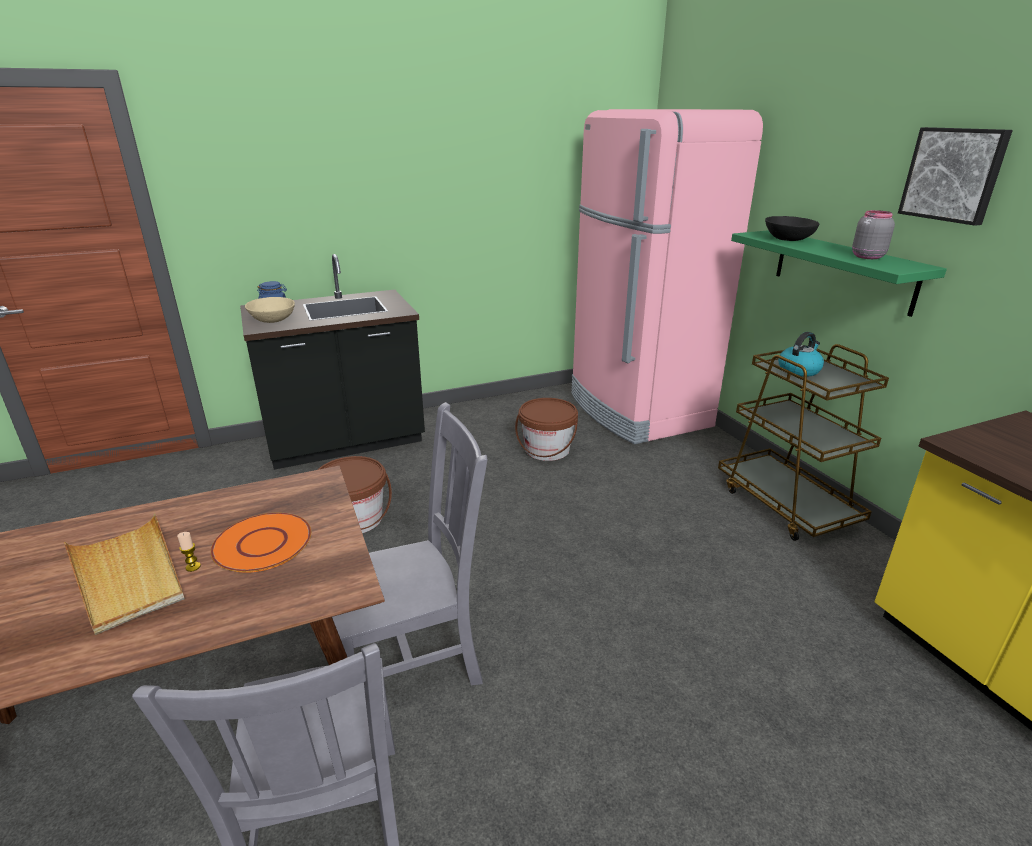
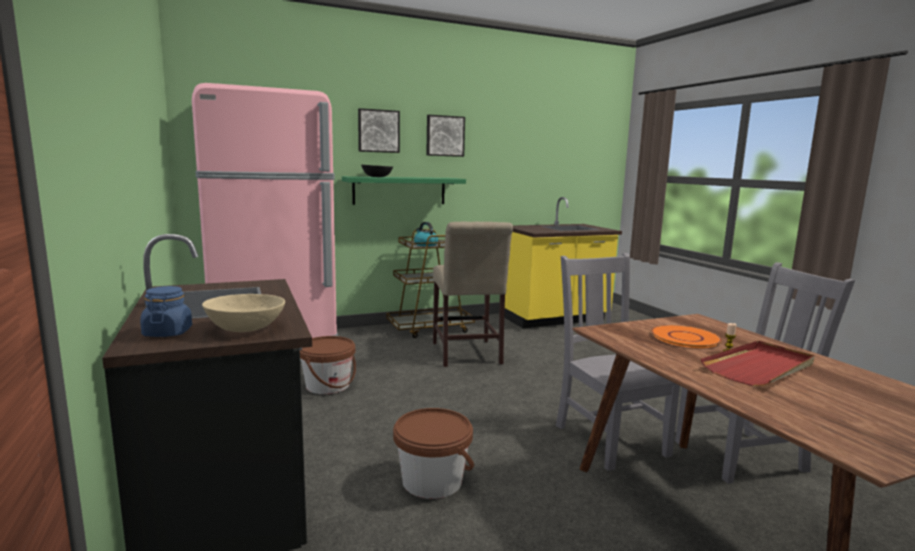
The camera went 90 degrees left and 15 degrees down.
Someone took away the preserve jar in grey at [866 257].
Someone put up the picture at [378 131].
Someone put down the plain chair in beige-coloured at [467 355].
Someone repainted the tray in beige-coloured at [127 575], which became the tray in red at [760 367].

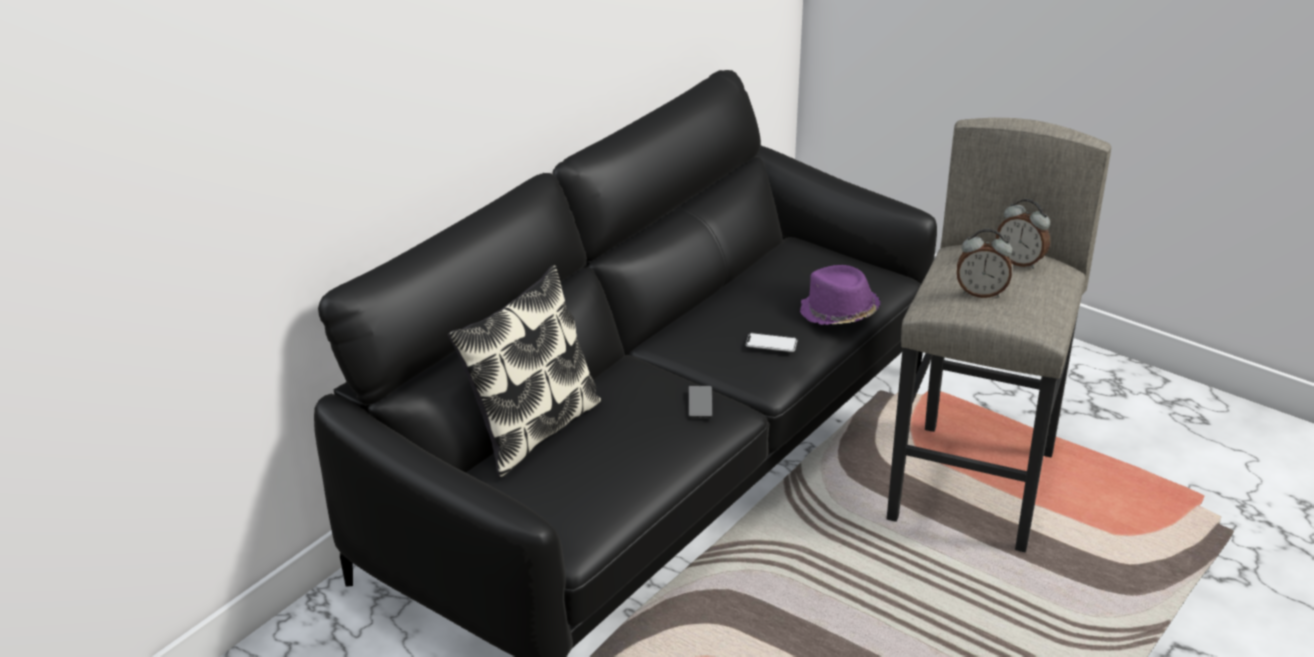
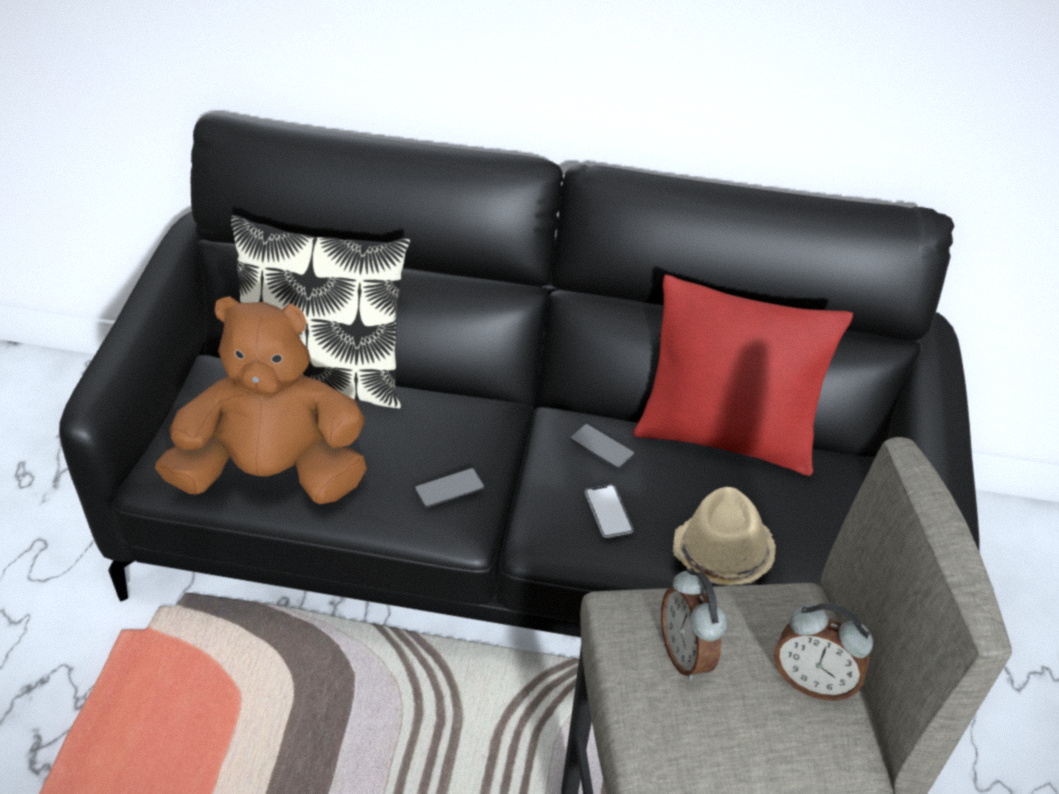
The camera went 60 degrees right and 10 degrees up.
Someone put down the plush toy in brown-coloured at [273 476].
Someone put down the handset at [601 447].
Someone put down the pillow in red at [724 439].
Someone repainted the clothing hat in purplish at [838 313], which became the clothing hat in beige-coloured at [721 554].
Someone rotated the bedside clock at [1020 262] by 75 degrees counterclockwise.

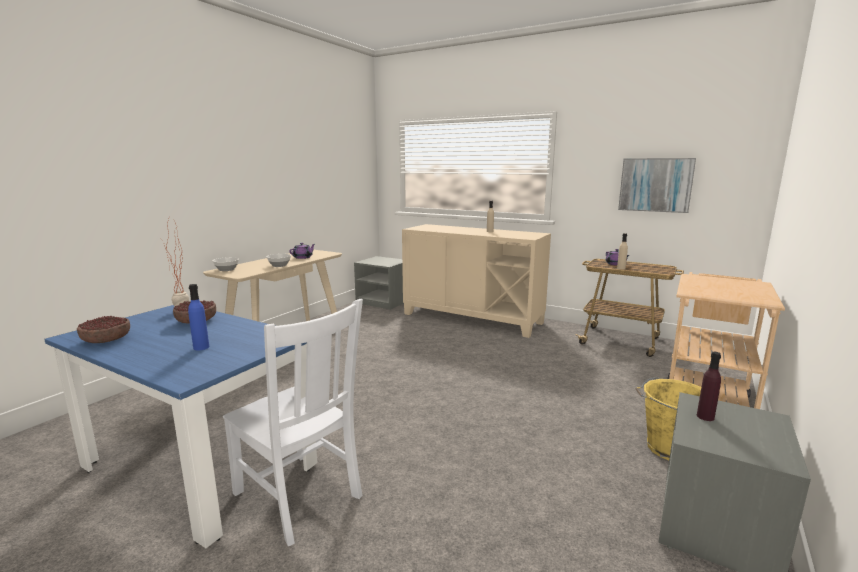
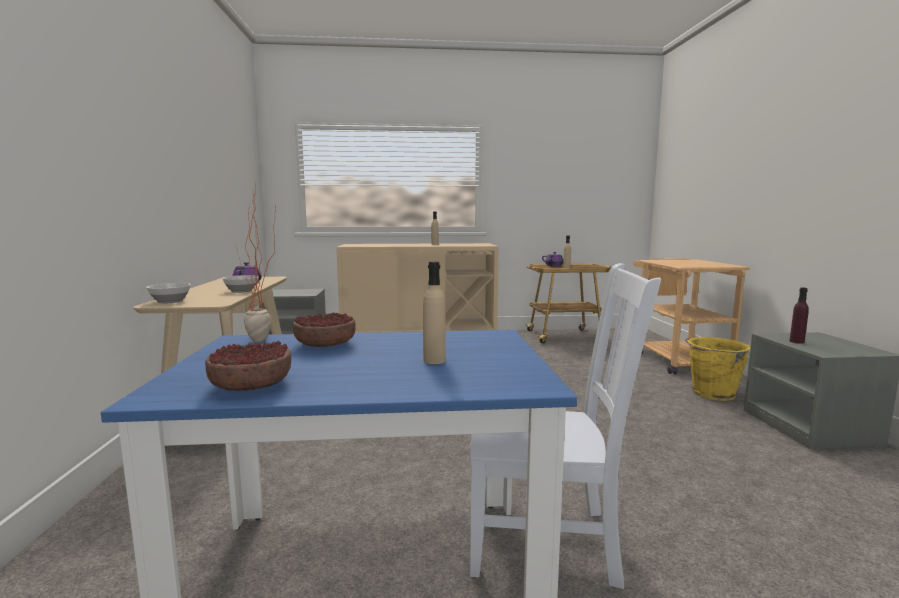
The camera went 35 degrees left and 5 degrees down.
Someone took away the picture at [655 185].
Someone repainted the drink bottle in bluish at [201 347], which became the drink bottle in beige-coloured at [434 360].

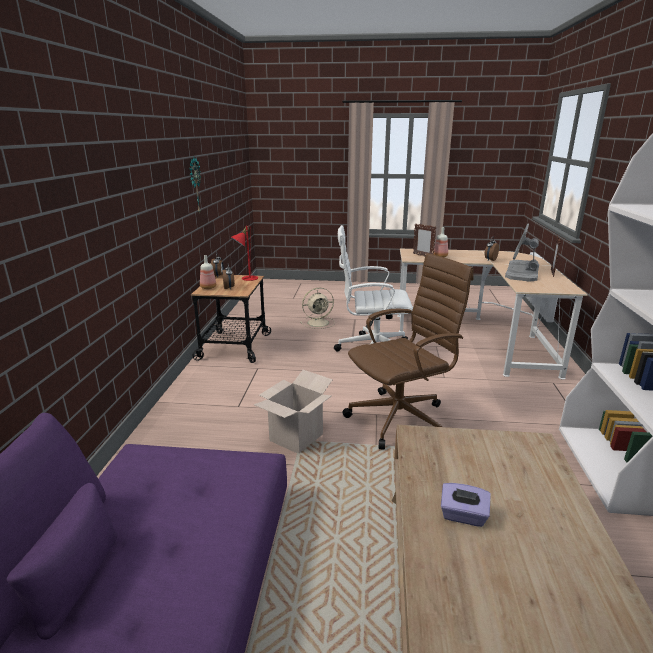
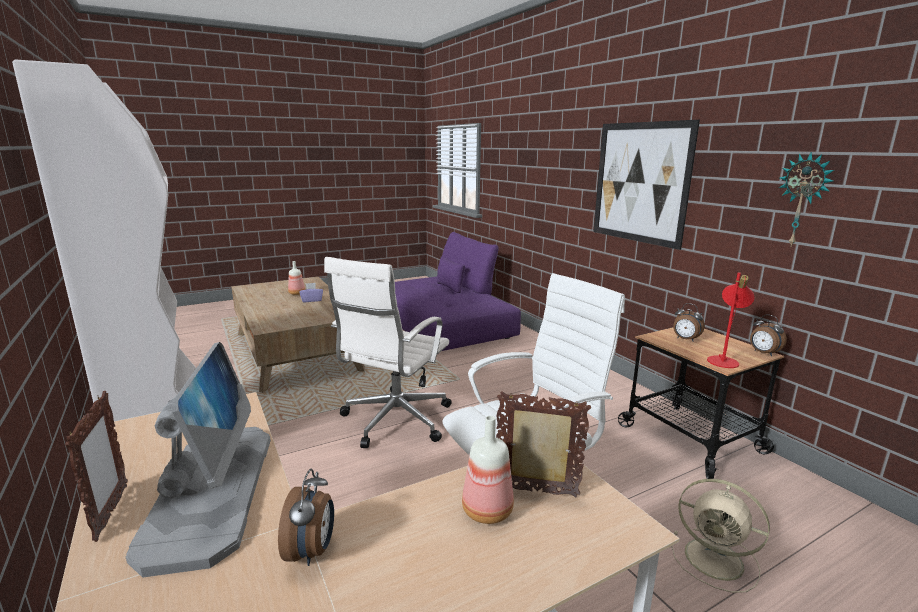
The camera went 145 degrees right and 5 degrees down.
Someone took away the cardboard box at [296 437].
Someone put up the picture at [640 183].
Someone carried the drink bottle from [207 287] to [297 293].
Someone repainted the office chair in brown-coloured at [401 418], which became the office chair in white at [394 421].
Someone rotated the fan in beige-coloured at [319 322] by 90 degrees counterclockwise.

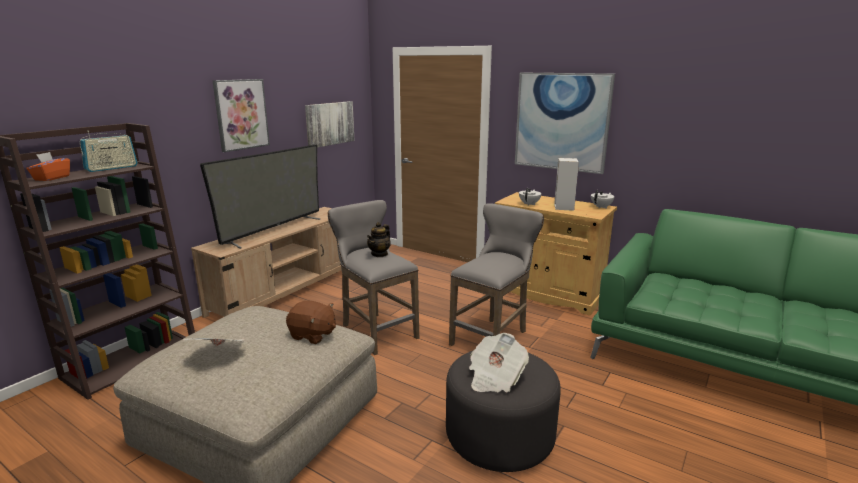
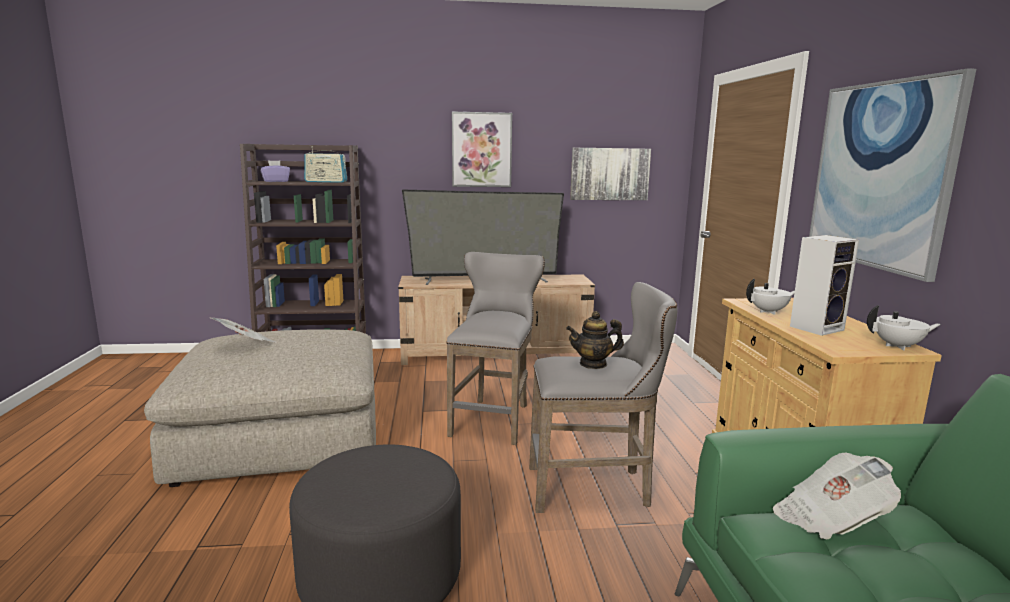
The camera went 50 degrees right and 5 degrees down.
Someone took away the plush toy in brown-coloured at [312 335].
Someone carried the teapot from [379 254] to [593 364].
Someone carried the printed paper from [495 377] to [829 518].
Someone repainted the tissue box in orange at [51 178], which became the tissue box in purplish at [276 181].

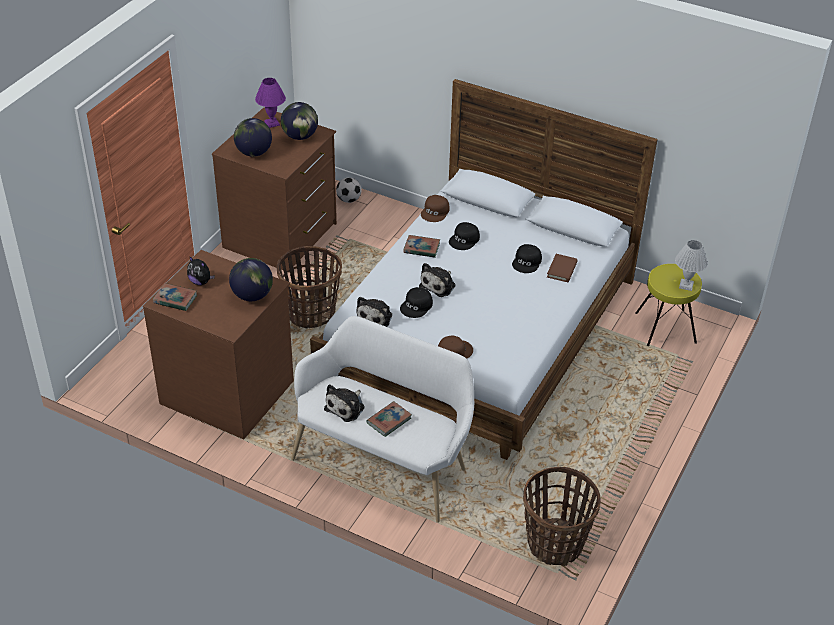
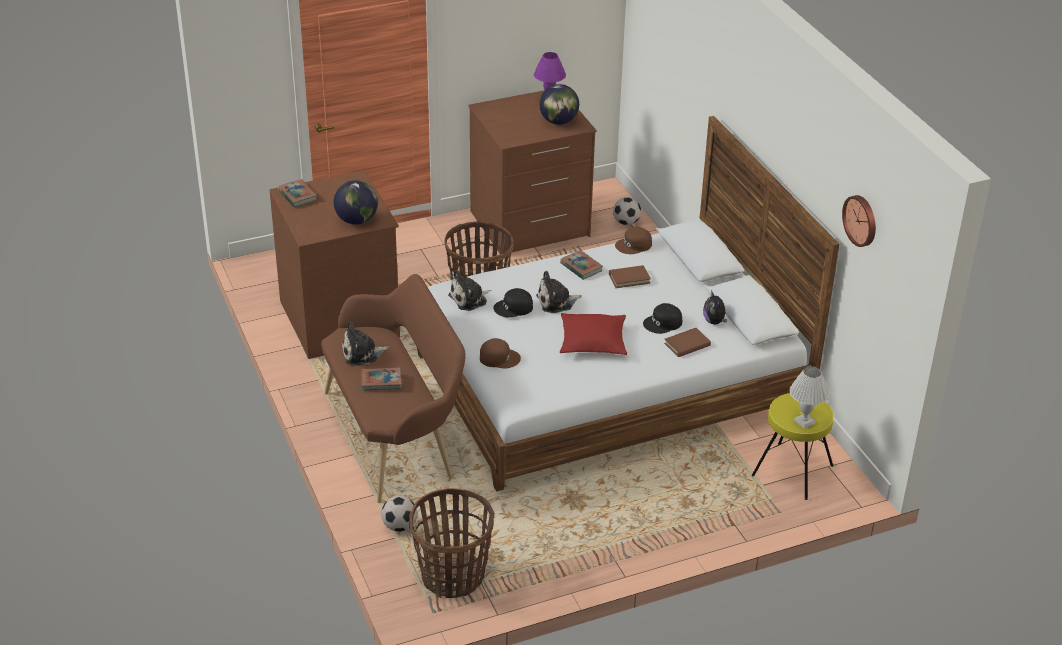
The camera went 40 degrees right and 5 degrees down.
Someone took away the world globe at [254 153].
Someone put down the ball for football at [399 526].
Someone put down the pillow in red at [593 341].
Someone put up the clock on the wall at [861 220].
Someone carried the plush toy from [200 282] to [714 321].
Someone swapped the baseball cap in blackish at [464 240] for the volume in brown-coloured at [629 278].
Someone repainted the bench in white at [385 461], which became the bench in brown-coloured at [395 435].

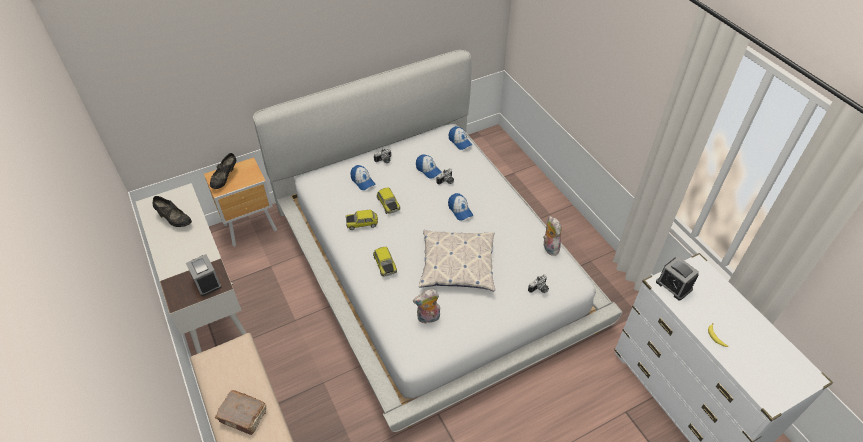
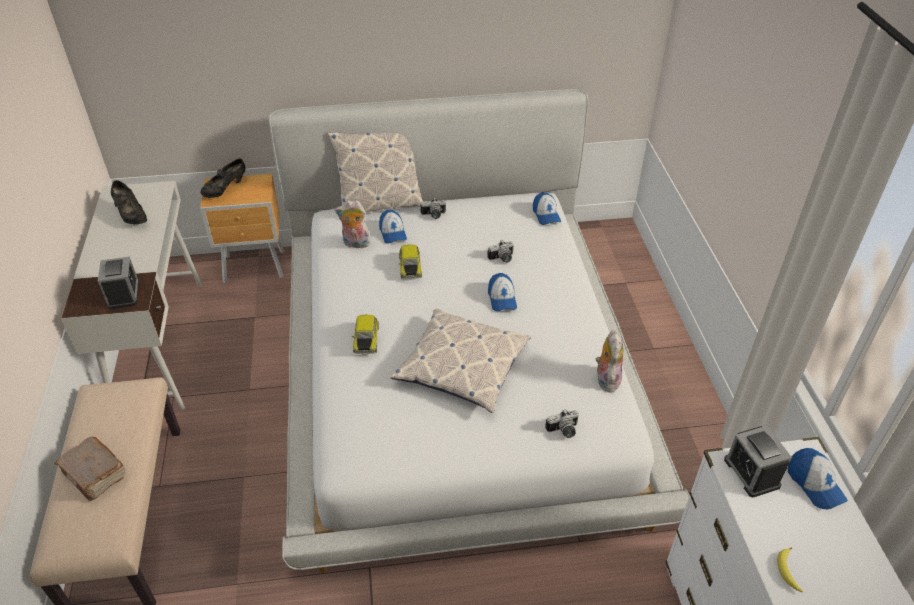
The camera went 20 degrees right and 5 degrees down.
Someone took away the toy car at [362 223].
Someone put down the pillow at [379 204].
Someone carried the plush toy from [428 318] to [355 244].
Someone carried the baseball cap from [428 170] to [814 484].

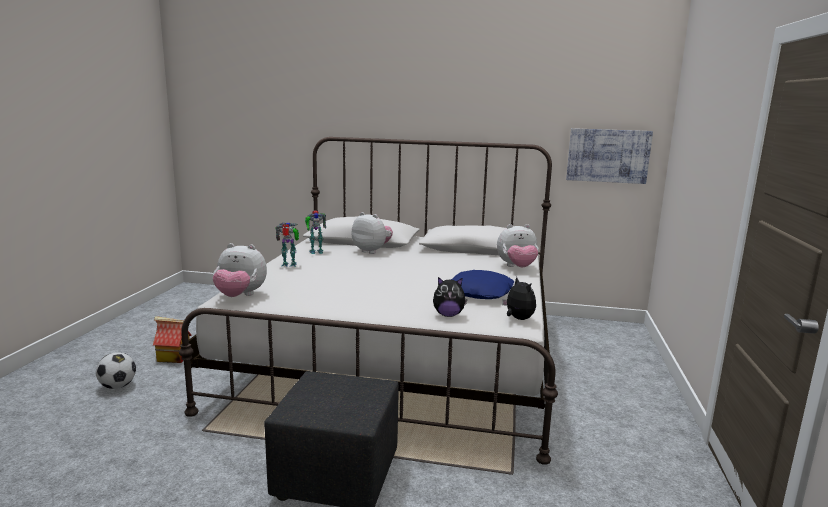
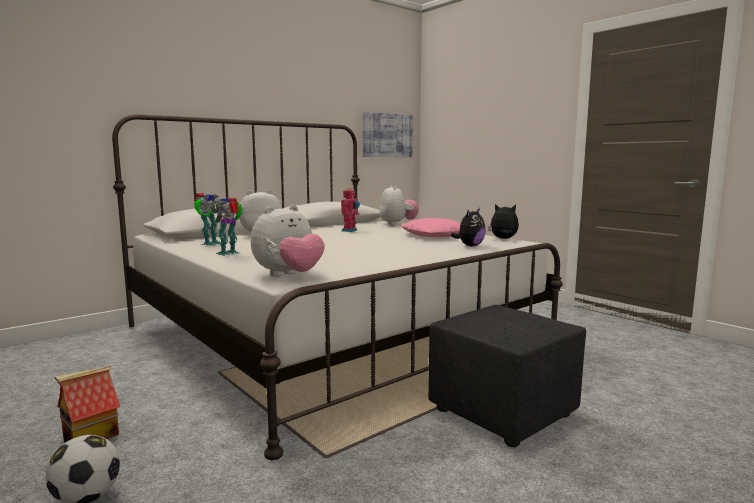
The camera went 50 degrees left and 5 degrees down.
Someone put down the toy robot at [350 230].
Someone repainted the pillow in bluish at [480 292], which became the pillow in pink-coloured at [434 235].
Someone rotated the plush toy at [517 267] by 45 degrees counterclockwise.

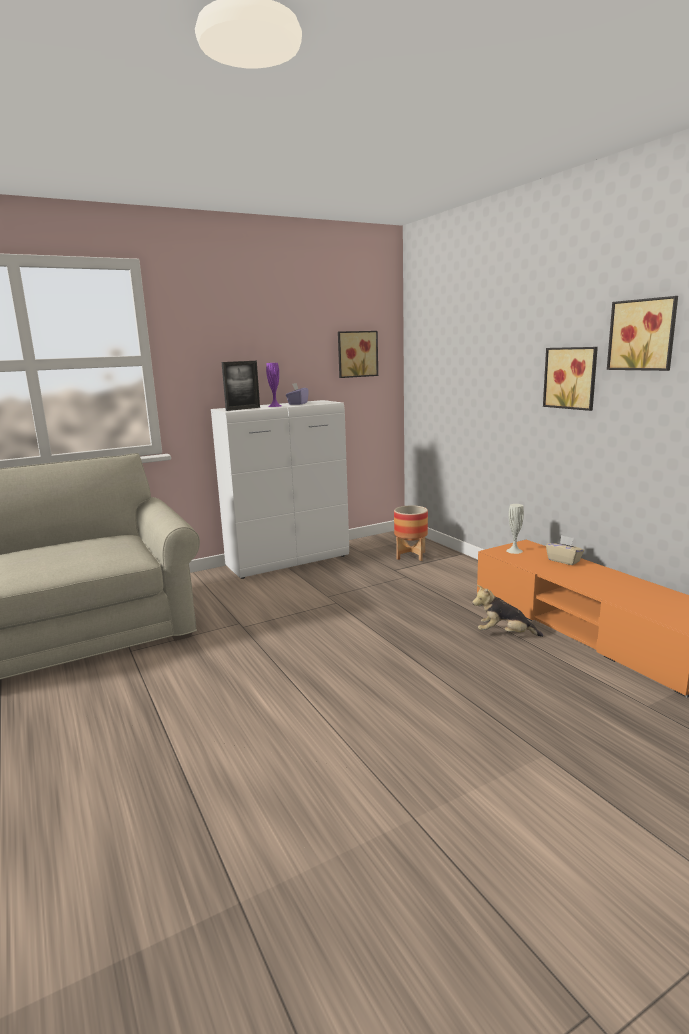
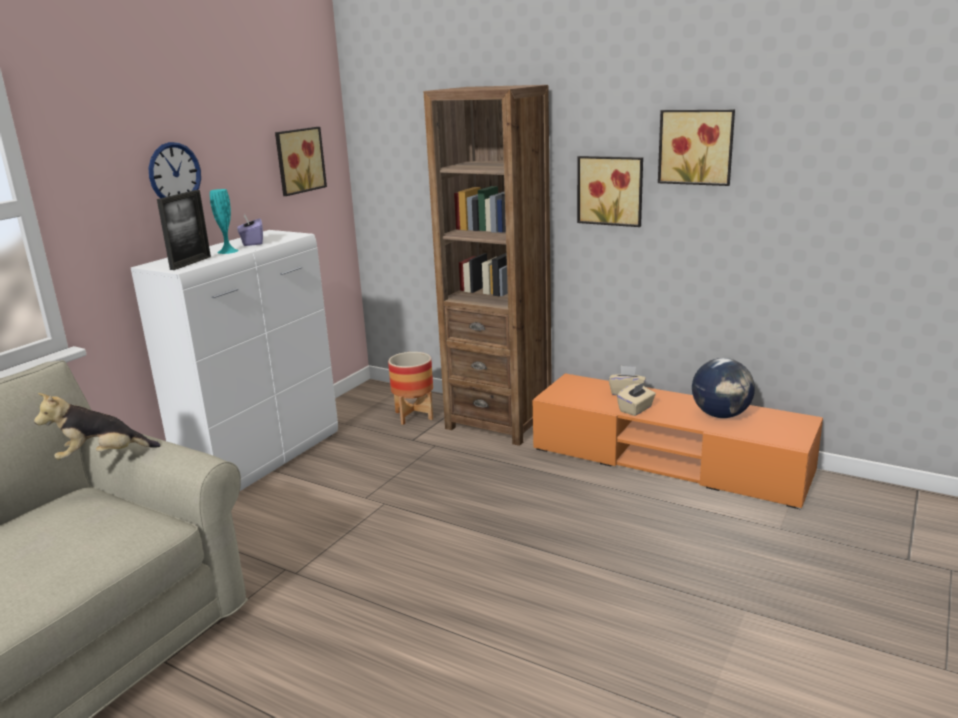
The camera went 30 degrees left and 5 degrees up.
Someone took away the decorative vase in white at [514 551].
Someone put up the clock on the wall at [174 173].
Someone put down the bookcase in brown-coloured at [499 422].
Someone put down the tissue box in beige-coloured at [636 409].
Someone put down the world globe at [721 415].
Someone carried the plush toy from [504 634] to [102 457].
Someone repainted the decorative vase in purplish at [275 406], which became the decorative vase in blue-green at [228 251].

